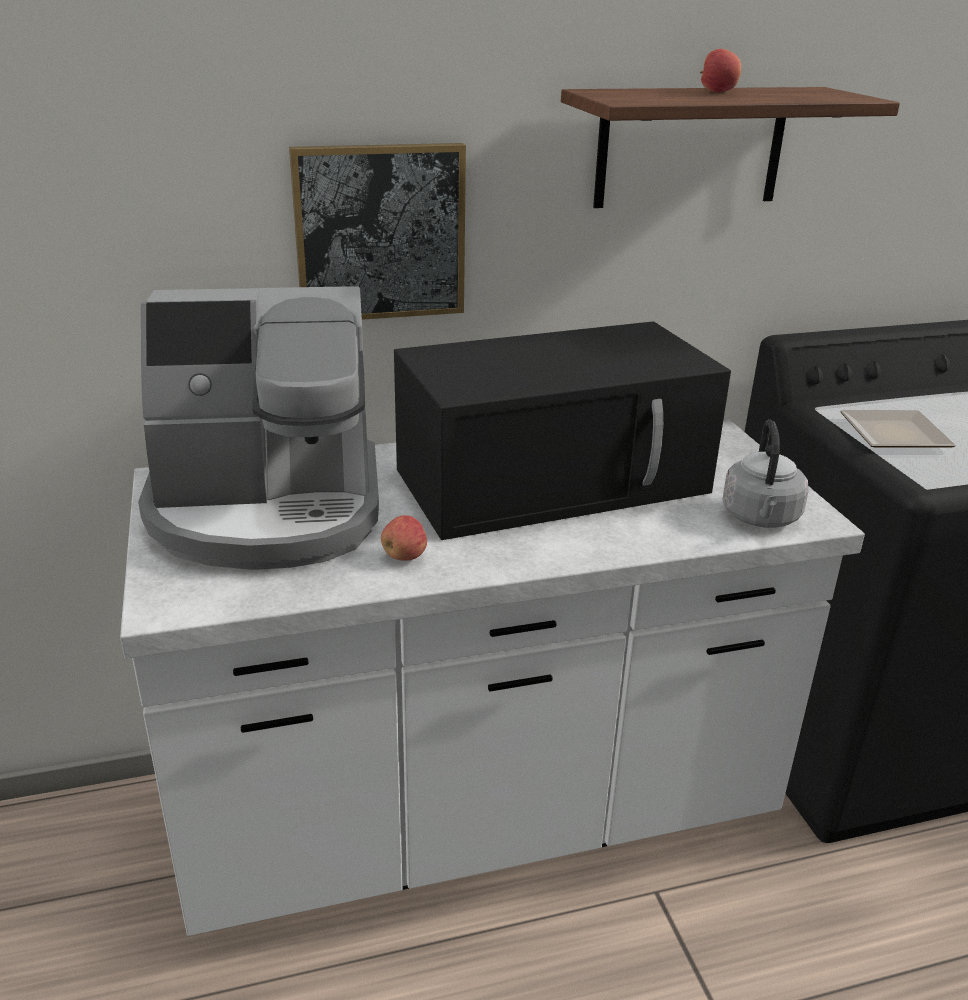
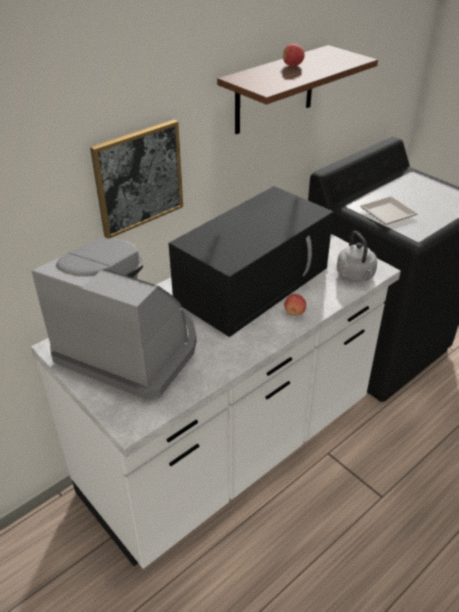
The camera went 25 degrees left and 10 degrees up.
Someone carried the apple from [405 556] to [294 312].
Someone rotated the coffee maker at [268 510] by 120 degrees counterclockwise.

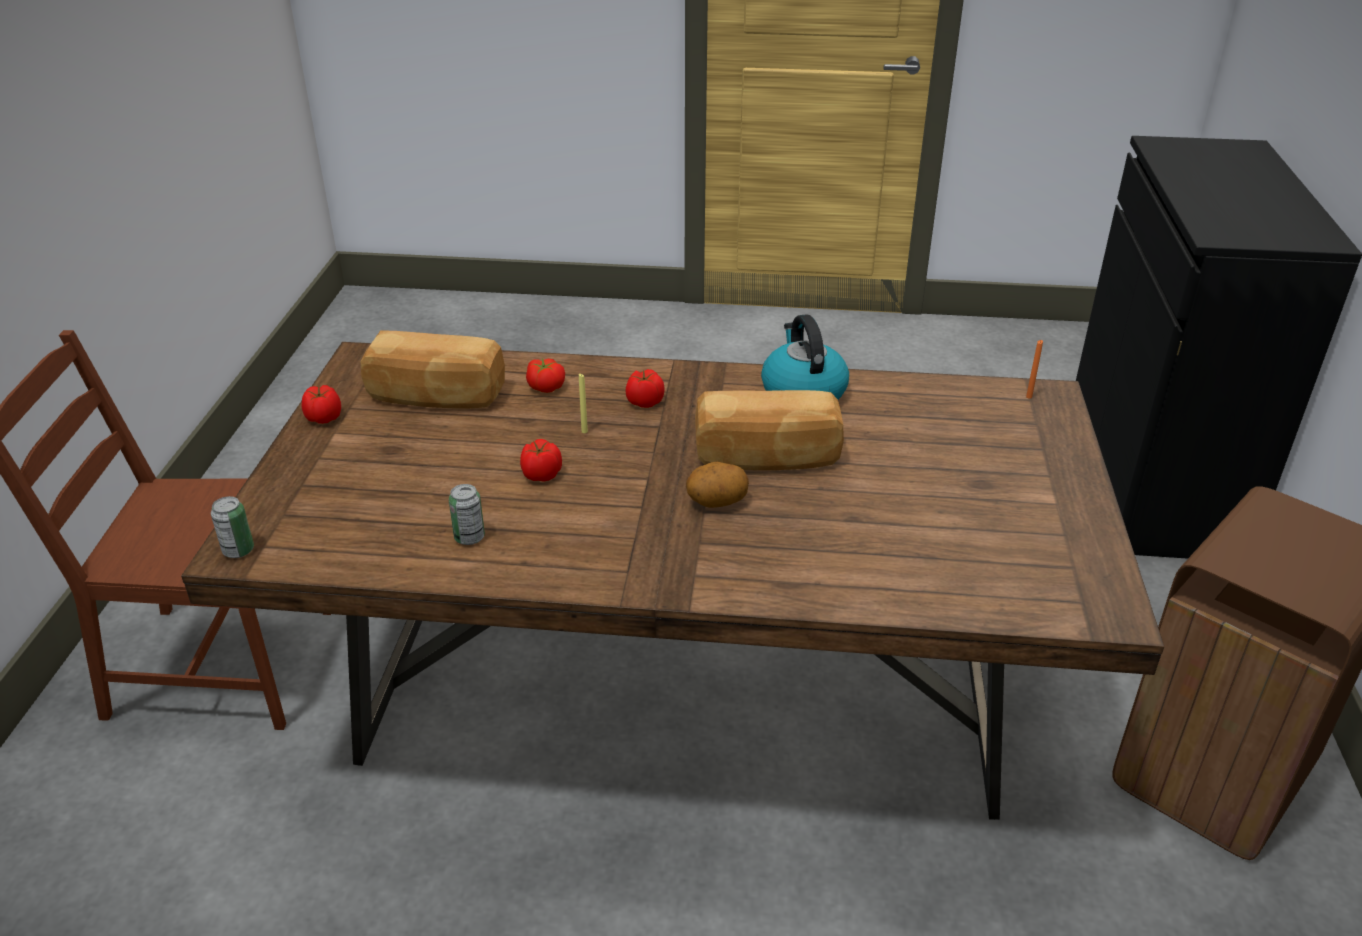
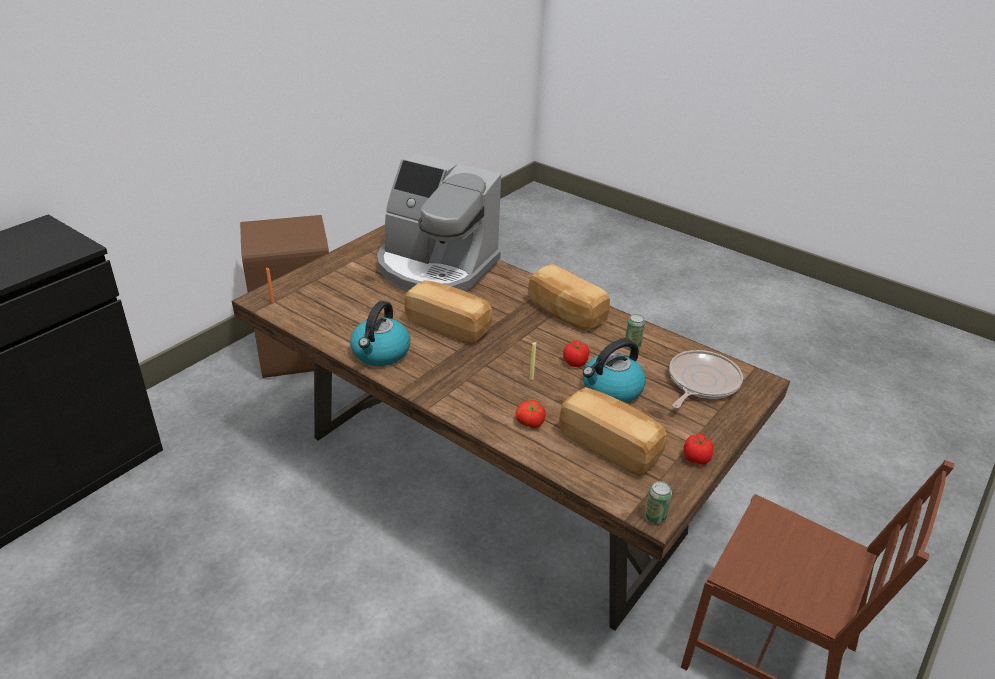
The camera went 150 degrees left and 0 degrees up.
Someone took away the tomato at [644 402].
Someone took away the whole potato at [717 502].
Someone put down the coffee maker at [435 268].
Someone put down the bakery bread at [565 313].
Someone put down the water kettle at [611 390].
Someone put down the frying pan at [701 382].
Someone carried the sealed can from [238 550] to [655 517].

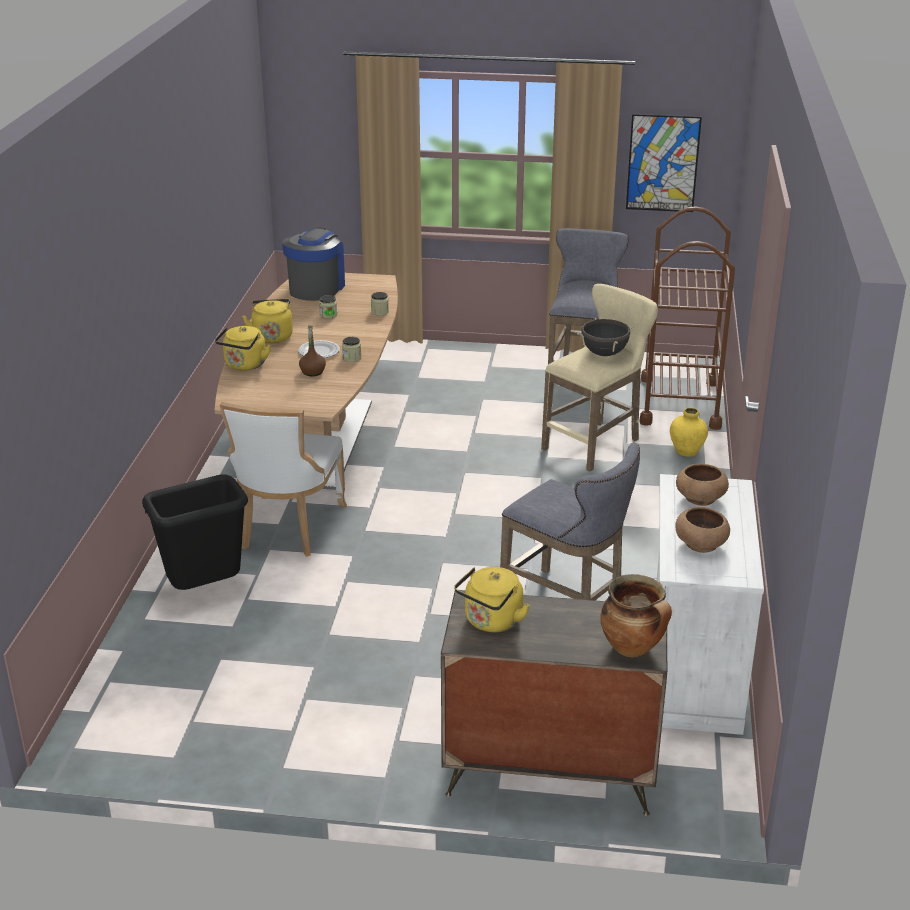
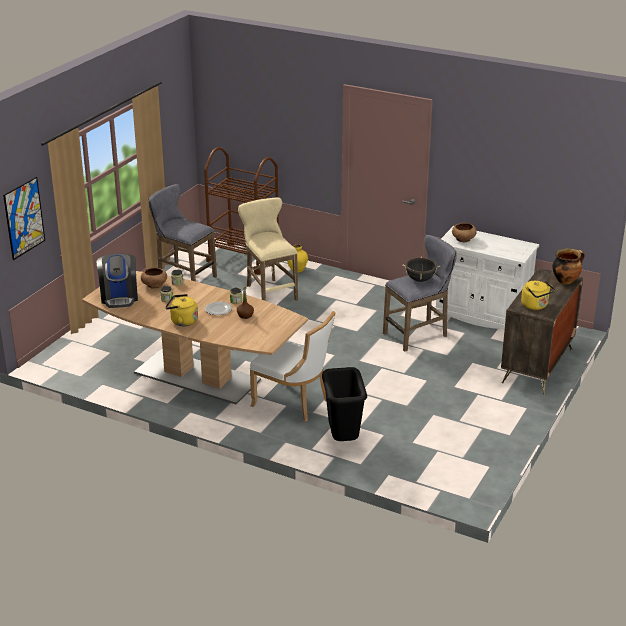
The camera went 70 degrees left and 0 degrees up.
Someone took away the water kettle in yellow at [244 366].
Someone carried the stockpot in blackish from [604 353] to [420 279].
Someone carried the picture from [663 163] to [24 218].
Someone carried the deep dish in brown-coloured from [701 544] to [154 285].
Someone rotated the coffee maker at [316 288] by 135 degrees counterclockwise.

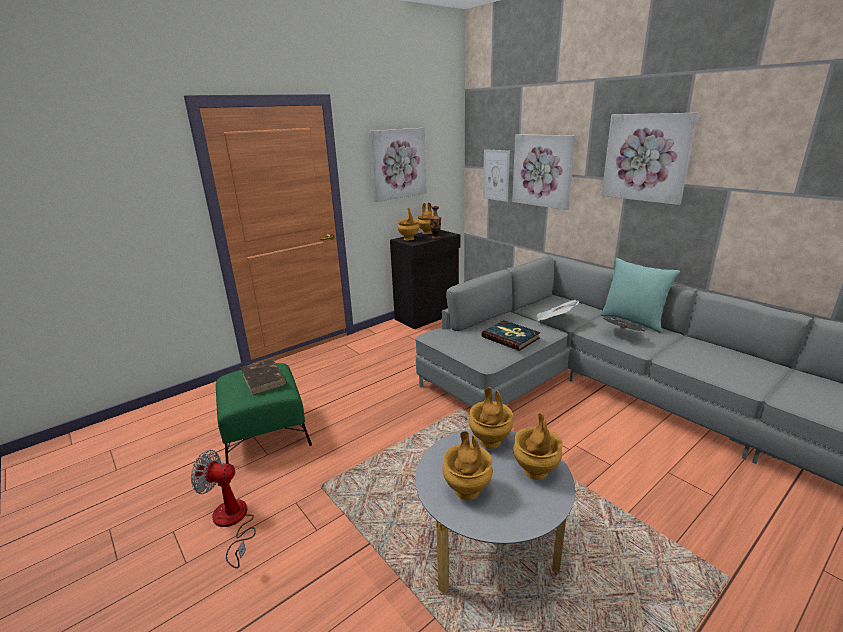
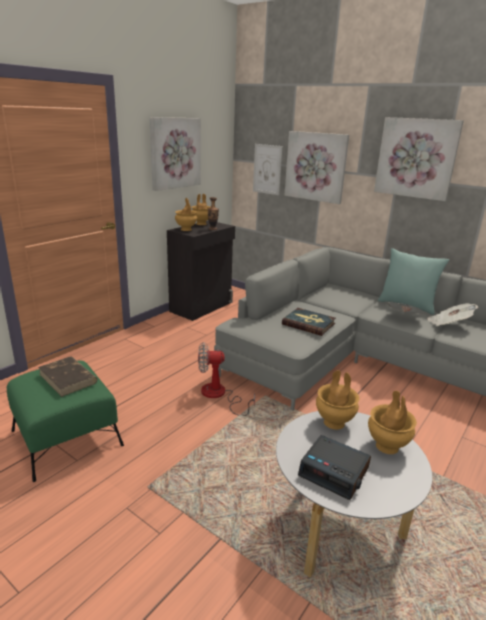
The camera went 15 degrees left and 0 degrees up.
Someone carried the fan from [232 522] to [219 395].
Someone carried the printed paper from [554 320] to [448 324].
Someone swapped the decorative vase in brown-coloured at [467 490] for the bedside clock at [334 472].

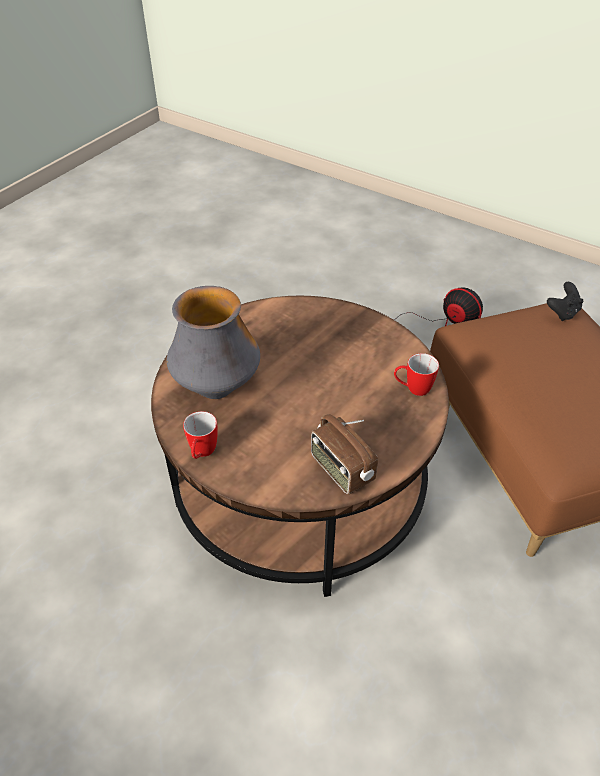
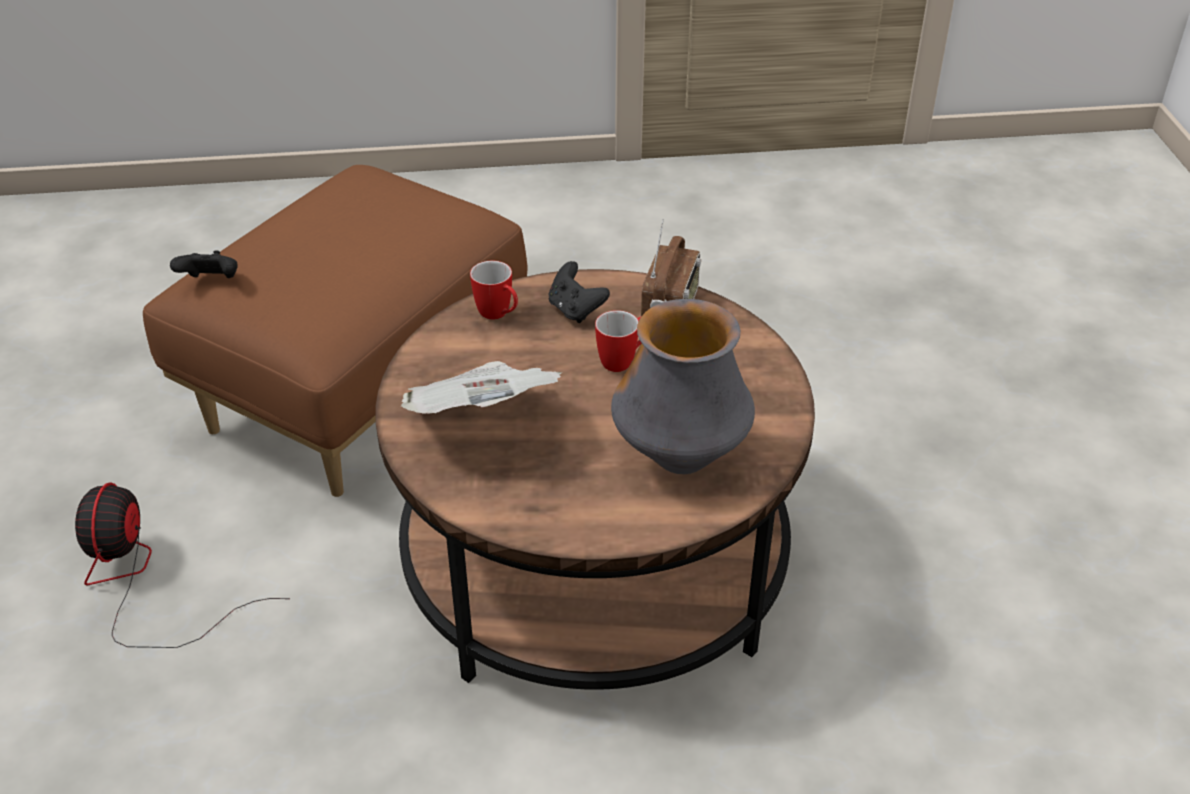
The camera went 130 degrees left and 5 degrees down.
Someone put down the printed paper at [483 419].
Someone put down the joypad in blackish at [575 310].
Someone carried the coffee mug from [202 454] to [624 360].

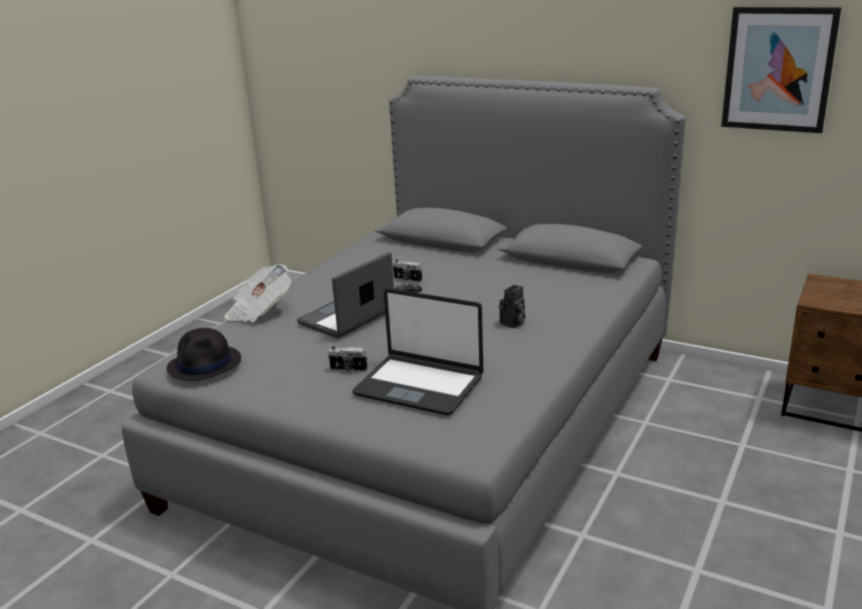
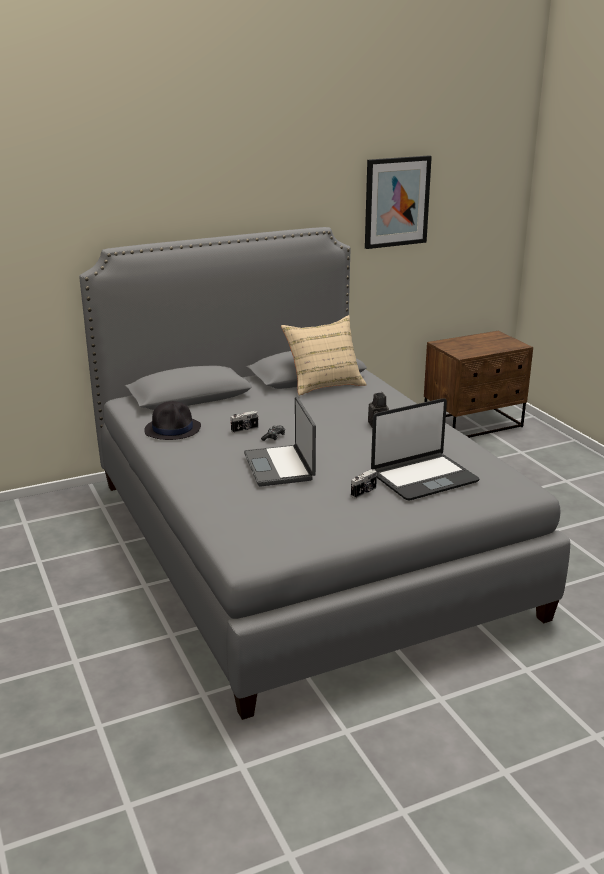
The camera went 55 degrees left and 0 degrees up.
Someone took away the printed paper at [259 311].
Someone put down the pillow in beige-coloured at [324 384].
Someone carried the clothing hat in blackish from [205 364] to [173 429].

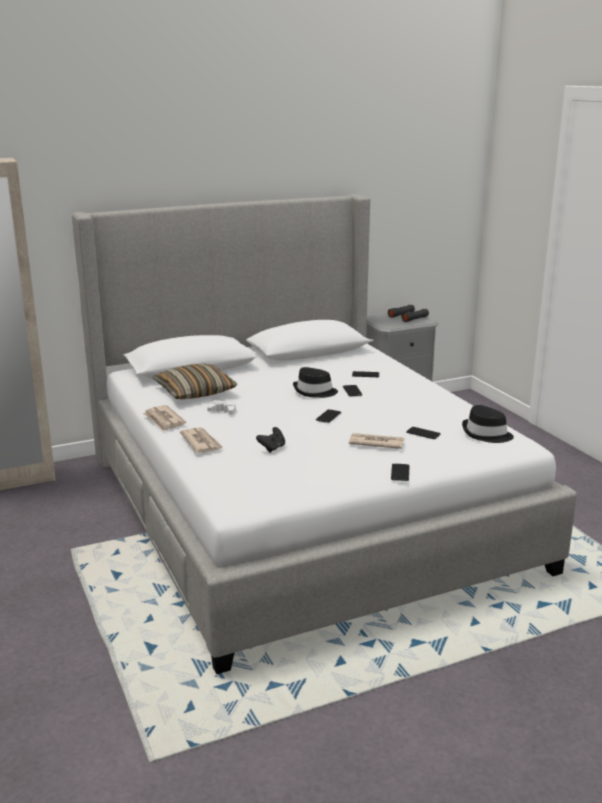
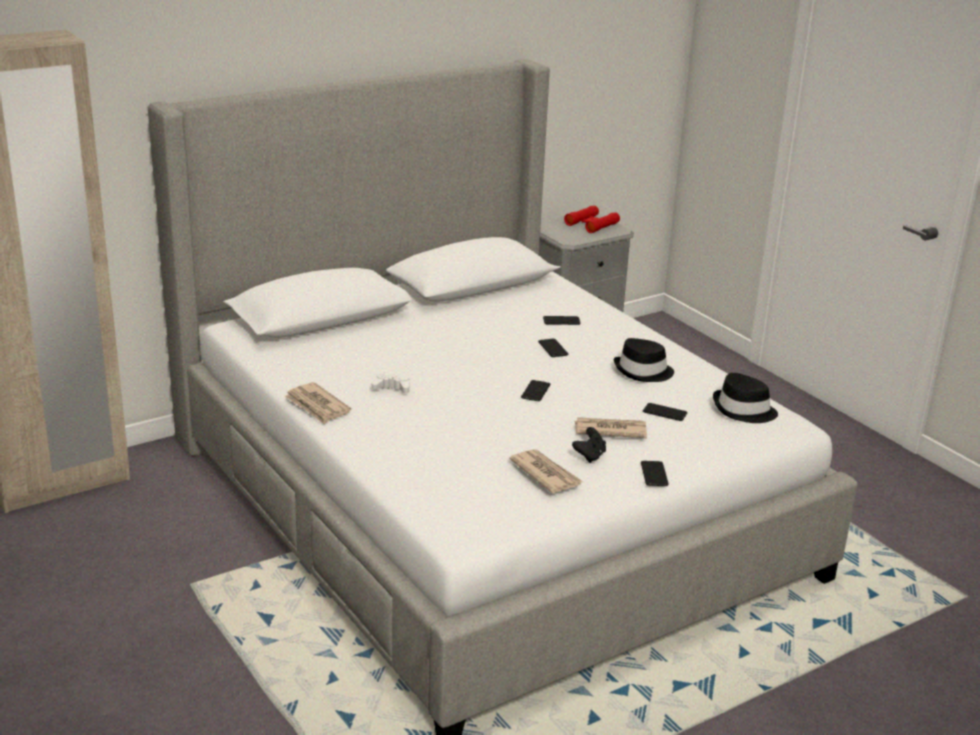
The camera went 10 degrees left and 5 degrees up.
Someone took away the pillow at [195 392].
Someone carried the printed paper from [201 442] to [545 473].
Someone carried the joypad in blackish from [272 448] to [589 456].
Someone carried the clothing hat in blackish from [314 392] to [643 372].
Someone repainted the field glasses in blackish at [408 317], which became the field glasses in red at [592 224].

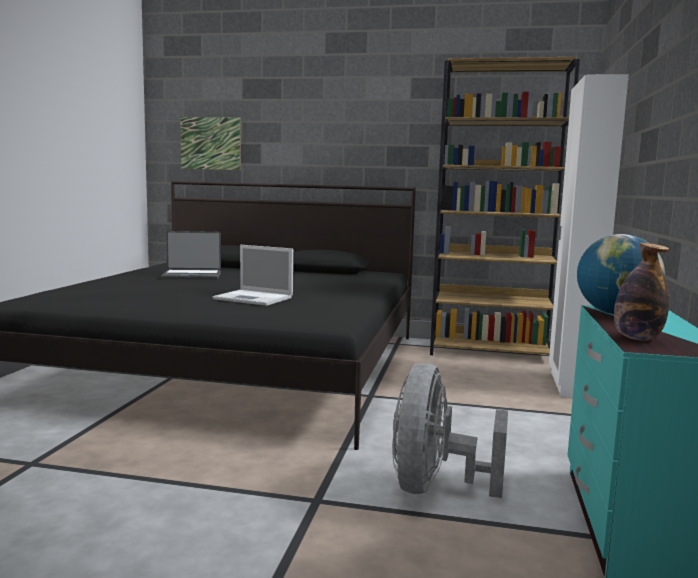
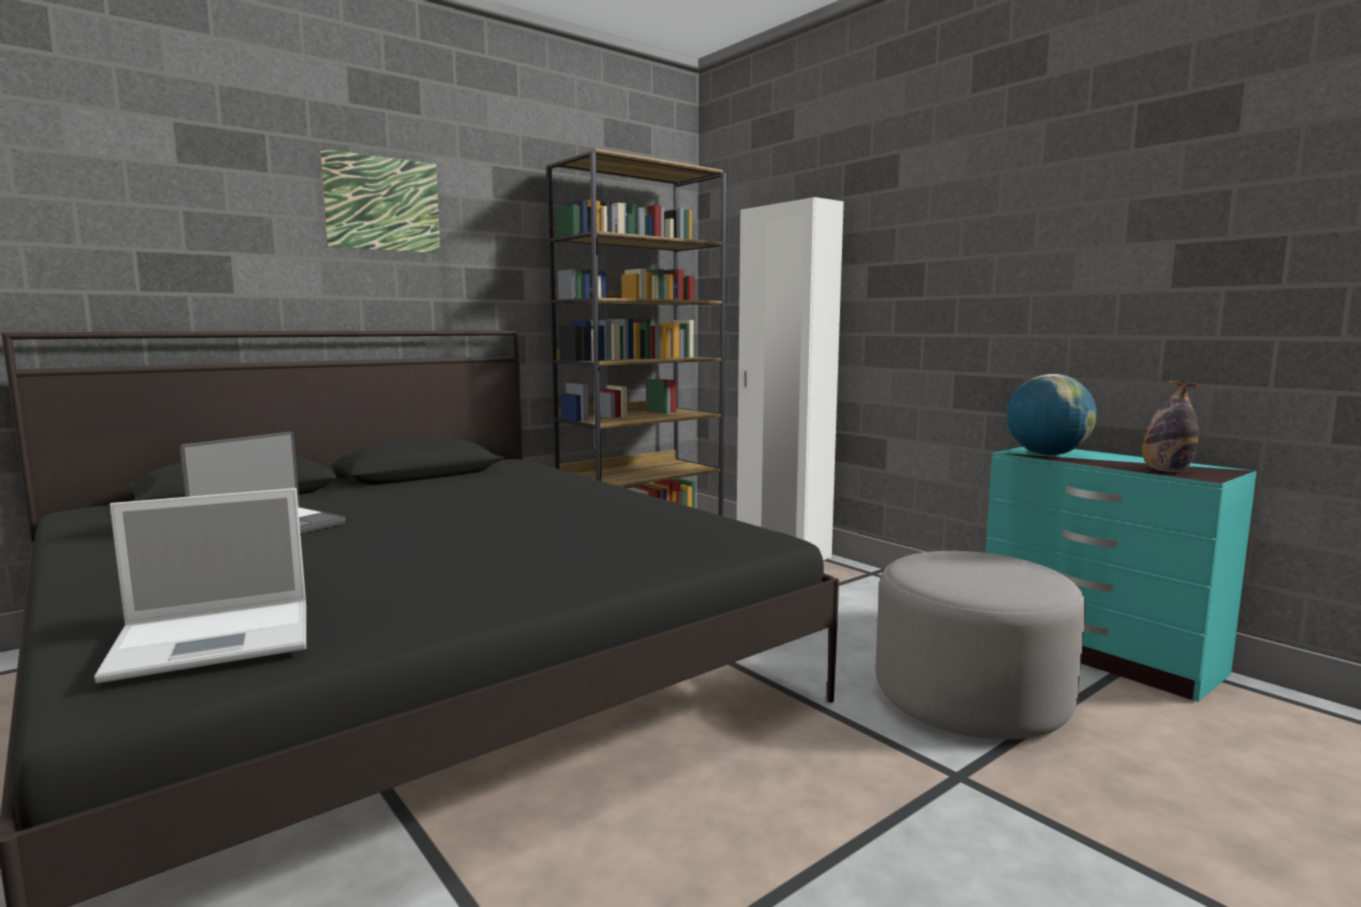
The camera went 50 degrees left and 0 degrees up.
Someone carried the picture from [210 143] to [383 204].
Someone carried the portable computer from [254 298] to [218 638].
Someone swapped the fan in grey at [435 487] for the pouffe in grey at [971 698].

